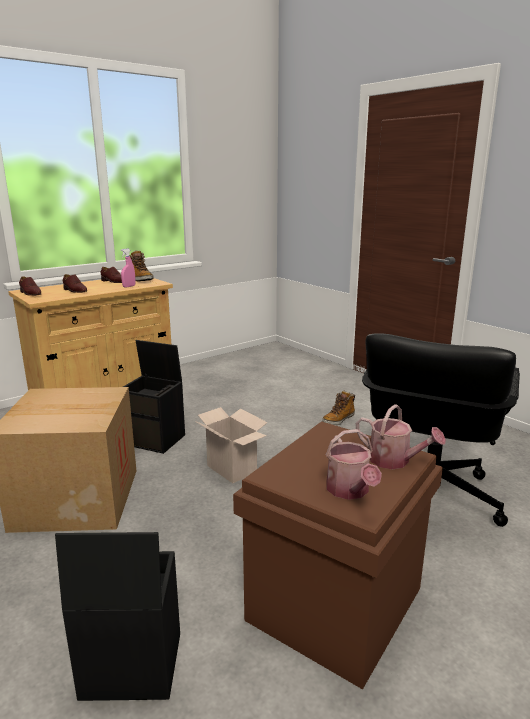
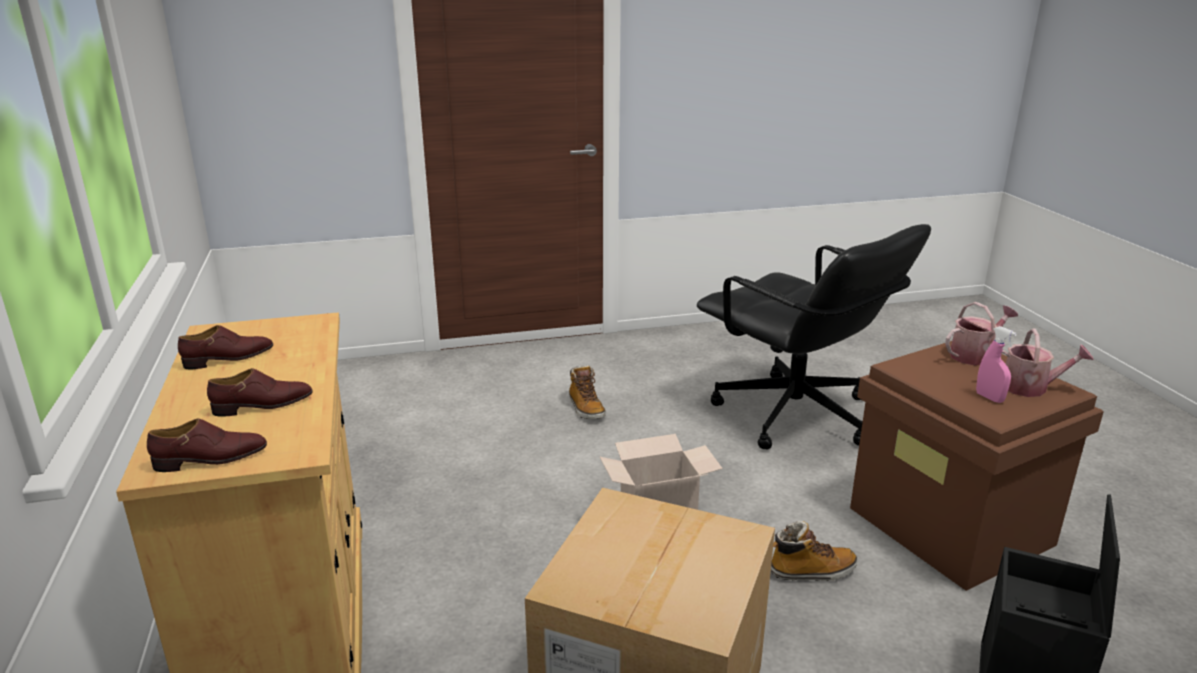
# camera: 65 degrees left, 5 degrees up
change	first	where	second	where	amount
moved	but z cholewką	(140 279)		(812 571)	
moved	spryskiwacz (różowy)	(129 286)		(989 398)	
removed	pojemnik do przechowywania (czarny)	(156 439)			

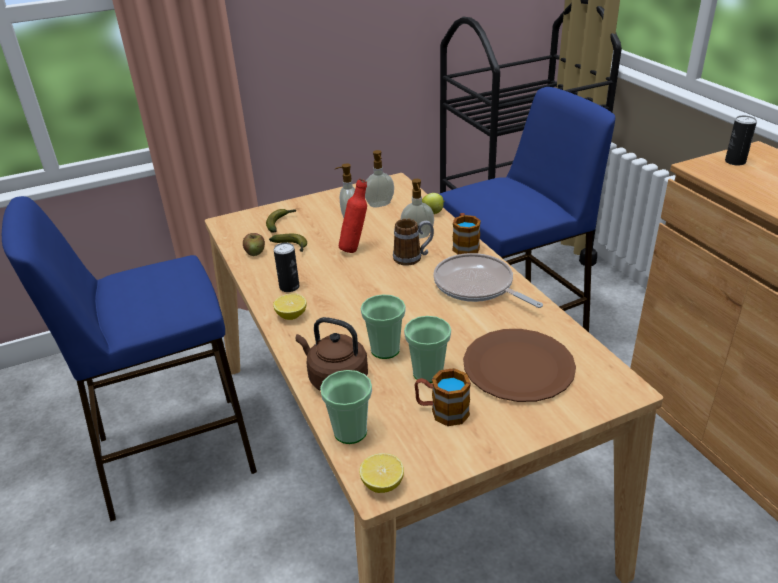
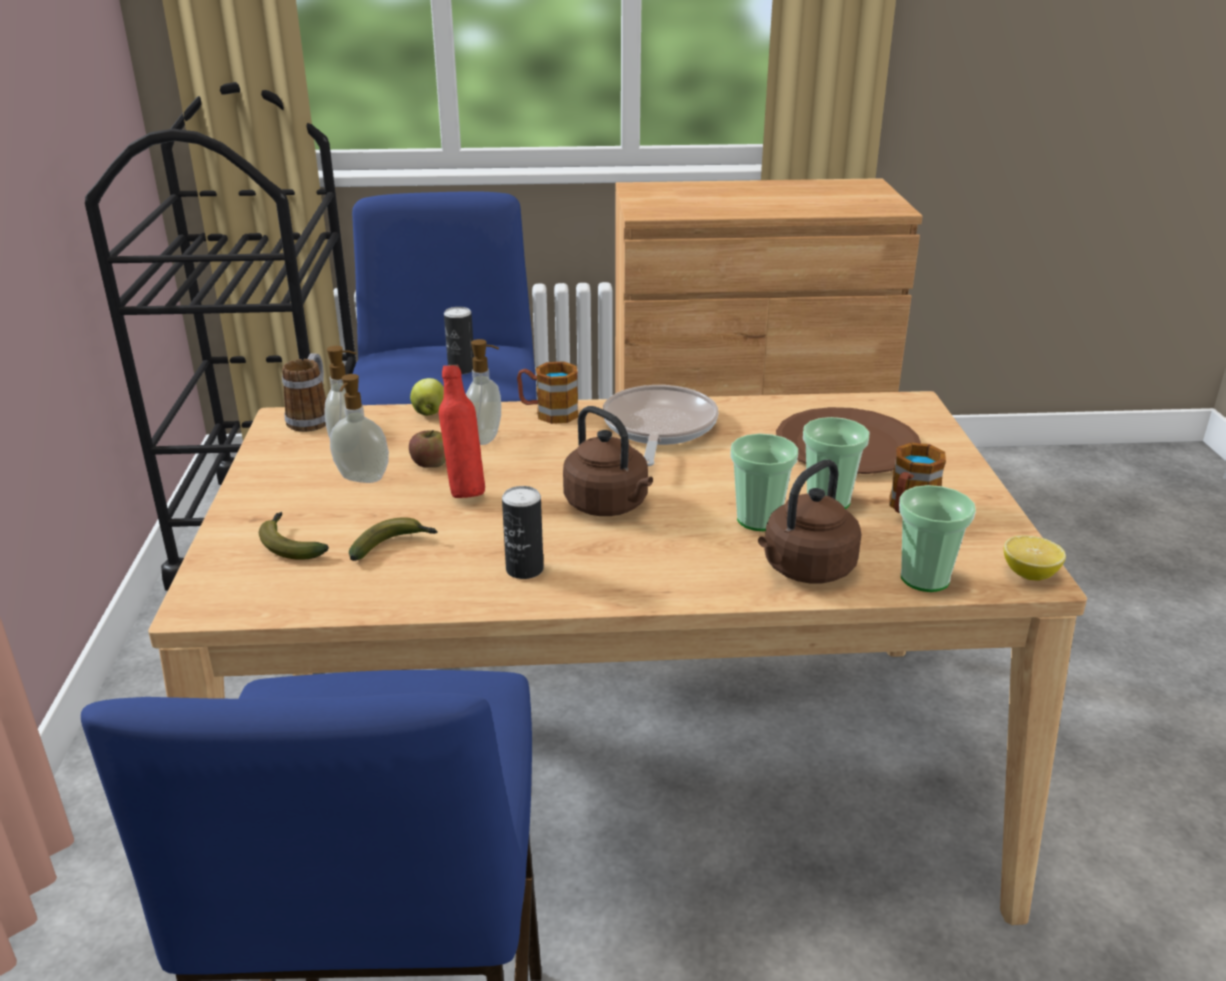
# camera: 70 degrees left, 5 degrees down
change	first	where	second	where	amount
moved	kubek	(413 257)		(312 418)	
moved	jabłko	(255 252)		(431 463)	
moved	puszka	(735 161)		(461 369)	
added			czajnik (brązowy)	(609 506)	
turned	patelnia	(477 286)		(658 428)	120 degrees clockwise
removed	cytryna	(291 315)			

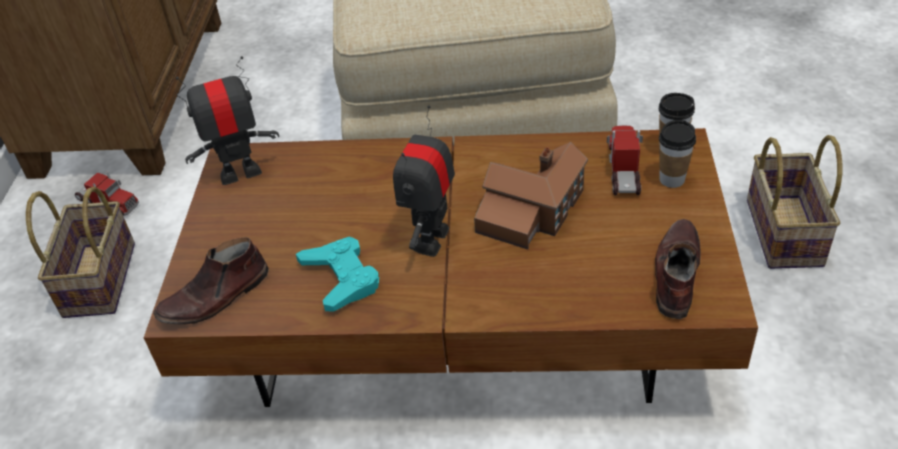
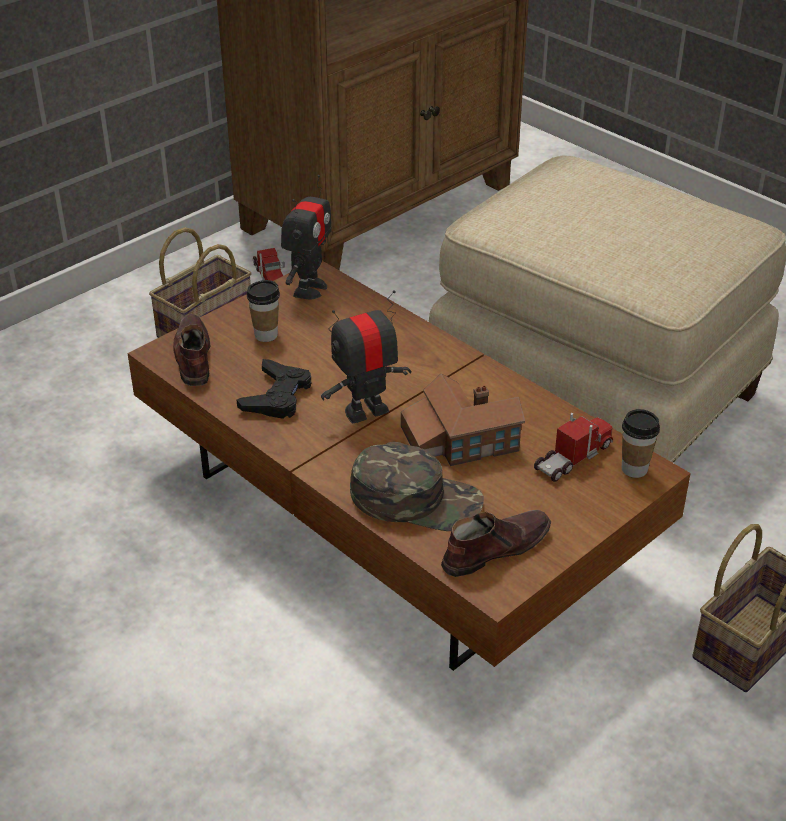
# camera: 40 degrees right, 5 degrees down
change	first	where	second	where	amount
turned	but (brązowy)	(216 297)		(192 357)	75 degrees clockwise
recoloured	pad do gier (turkusowy)	(341 278)	pad do gier (czarny)	(277 396)	
moved	filiżanka	(672 179)		(266 335)	
turned	robot zabawkowy	(240 173)		(309 289)	90 degrees clockwise
added			czapka z daszkiem (zielony)	(416 499)	

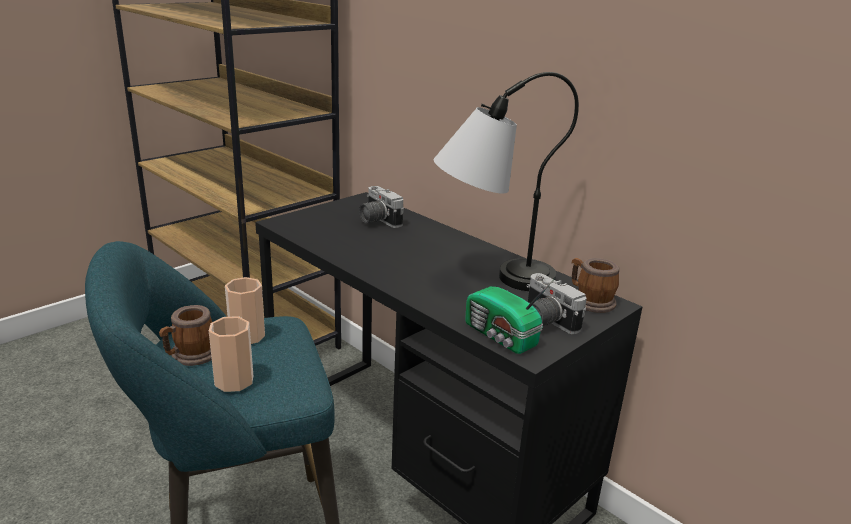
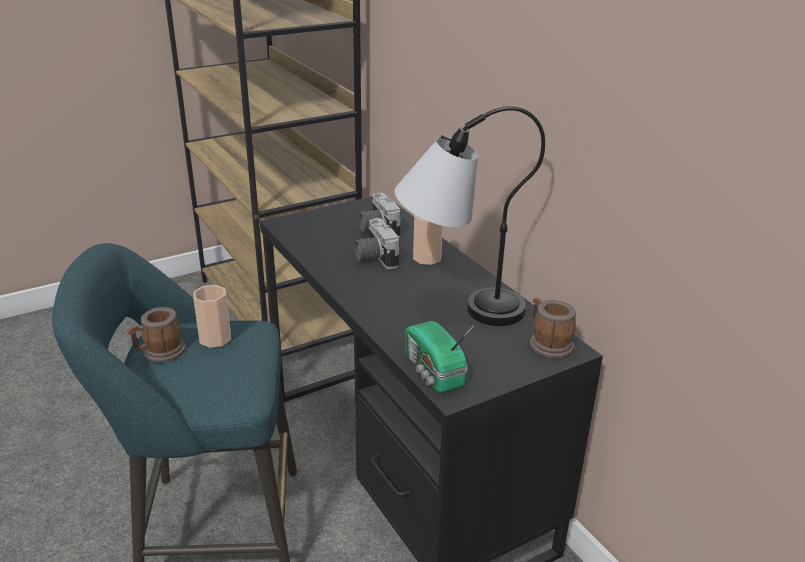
# camera: 15 degrees right, 5 degrees up
change	first	where	second	where	amount
moved	aparat fotograficzny	(544 321)		(373 257)	
moved	filiżanka	(234 381)		(427 258)	

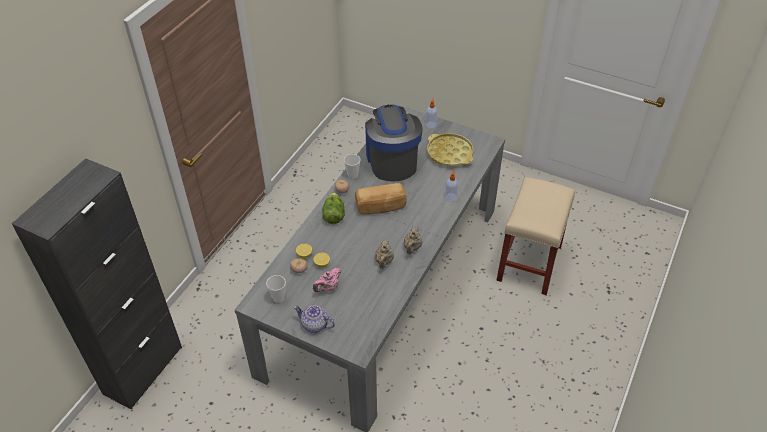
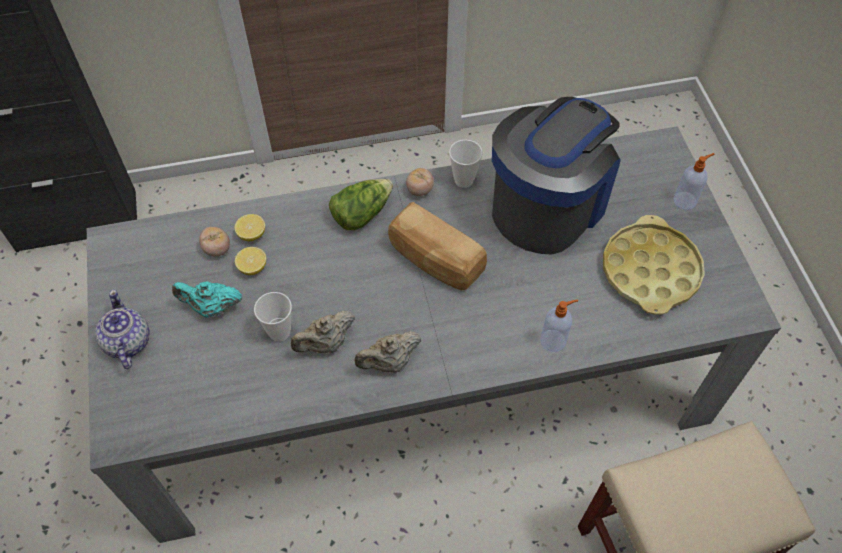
# camera: 50 degrees right, 10 degrees up
change	first	where	second	where	amount
recoloured	imbryk (różowy)	(328 287)	imbryk (turkusowy)	(212 308)	
moved	filiżanka	(278 298)		(279 332)	

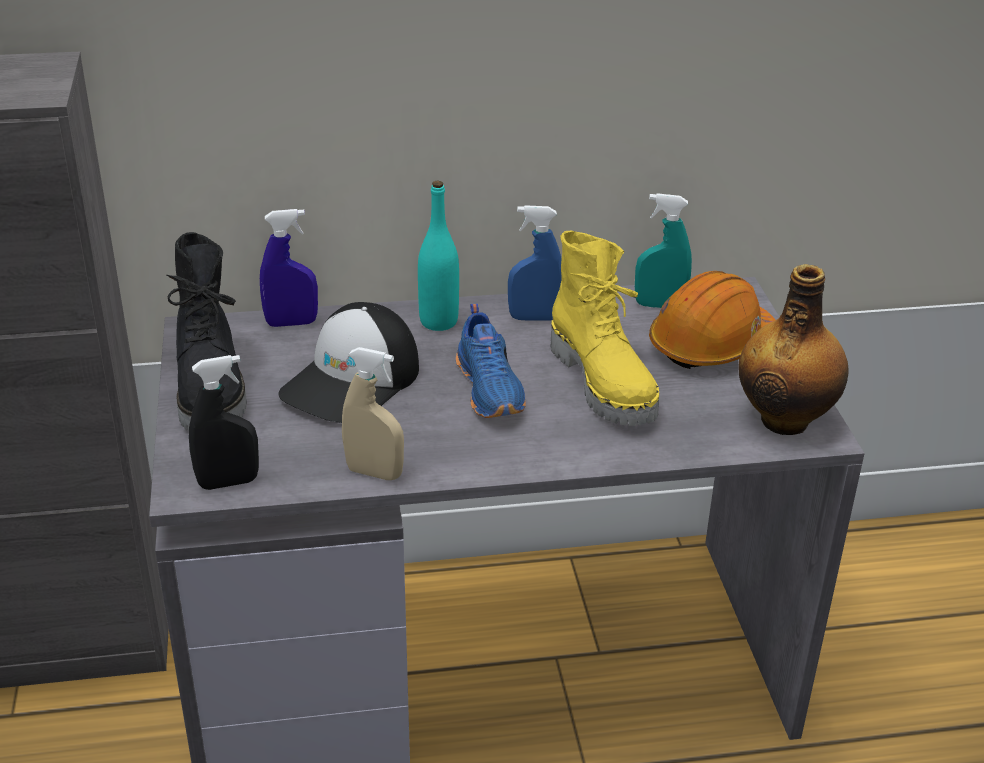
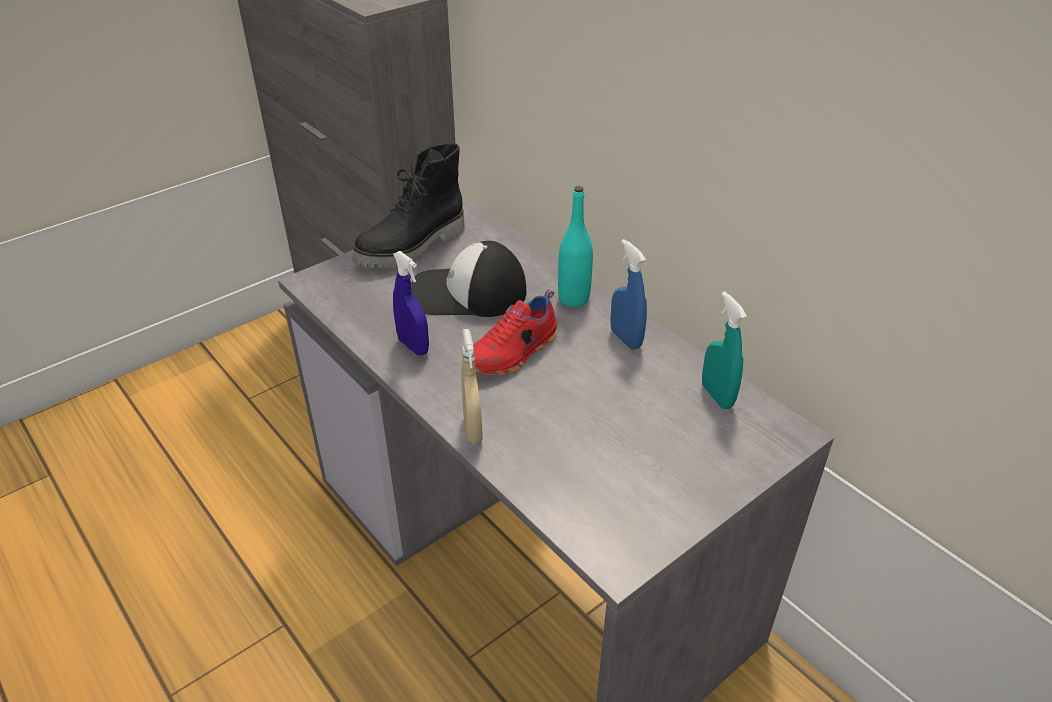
# camera: 60 degrees right, 5 degrees up
change	first	where	second	where	amount
moved	spryskiwacz (niebieski)	(291 323)		(413 346)	
moved	spryskiwacz (beżowy)	(374 472)		(473 430)	
recoloured	but (niebieski)	(491 389)	but (czerwony)	(514 353)	
removed	spryskiwacz (czarny)	(228 482)			
removed	but z cholewką (żółty)	(604 383)			
removed	kask (pomarańczowy)	(710 344)			
removed	butelka	(785 419)			

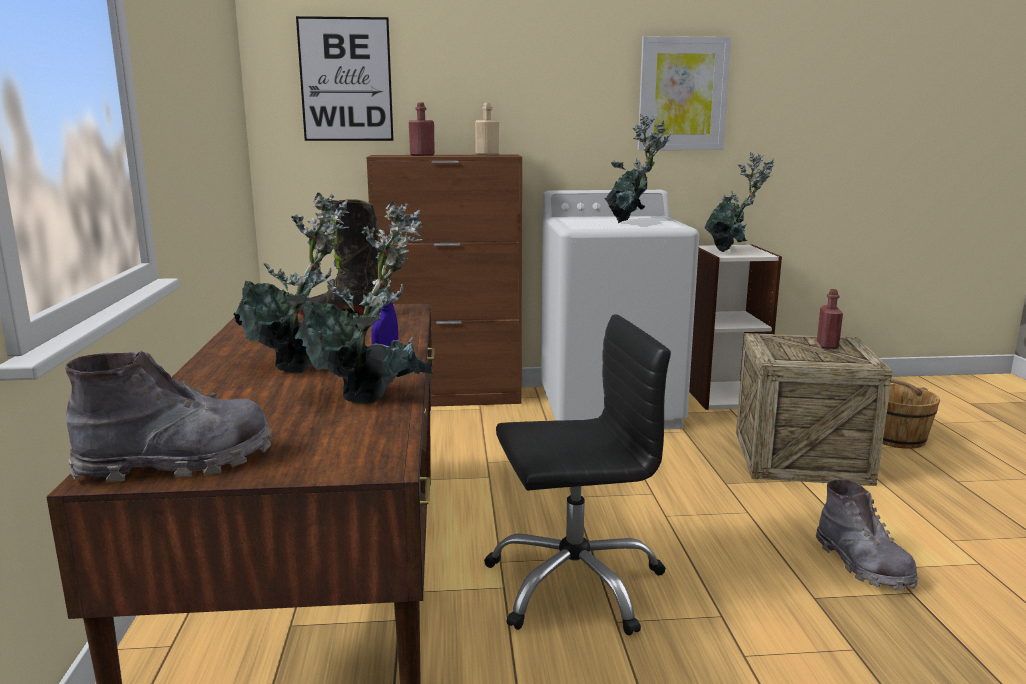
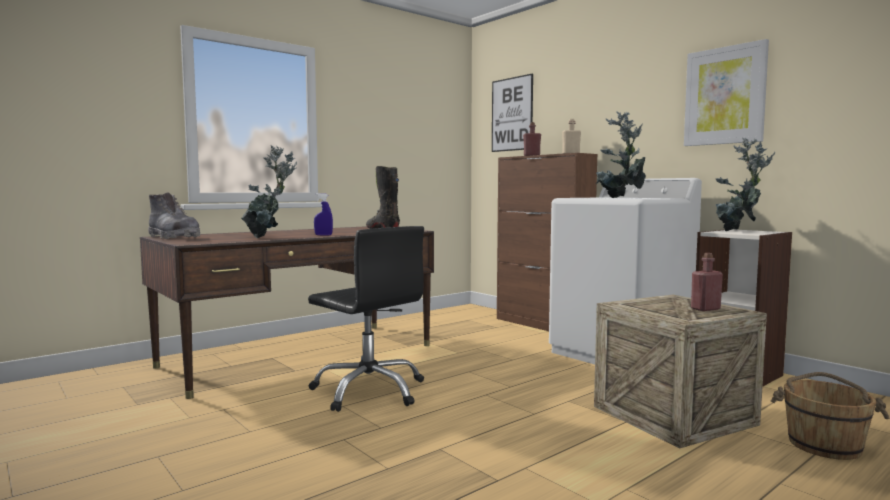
# camera: 55 degrees right, 10 degrees down
change	first	where	second	where	amount
removed	roślina doniczkowa	(302 366)			
removed	but z cholewką (szary)	(862 564)			

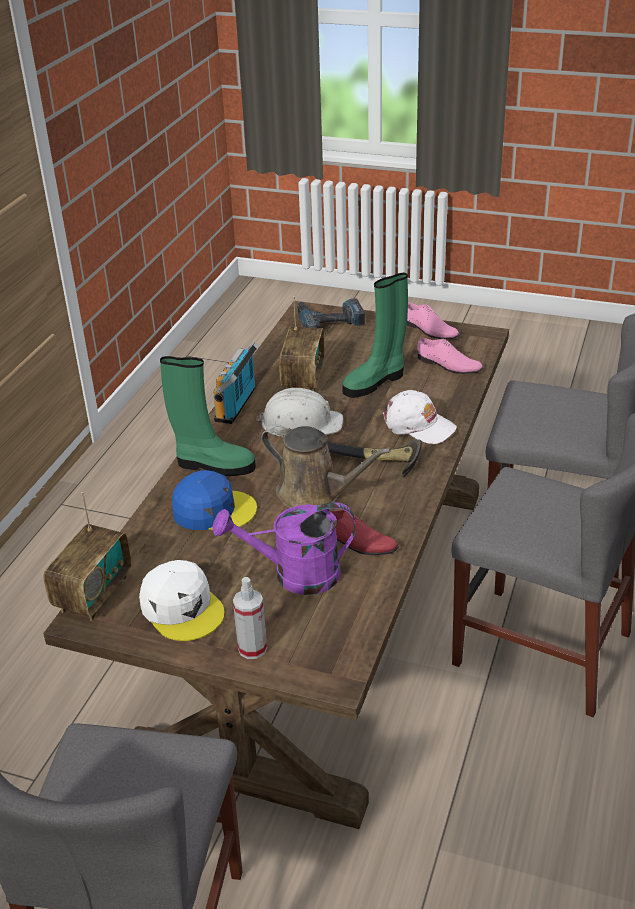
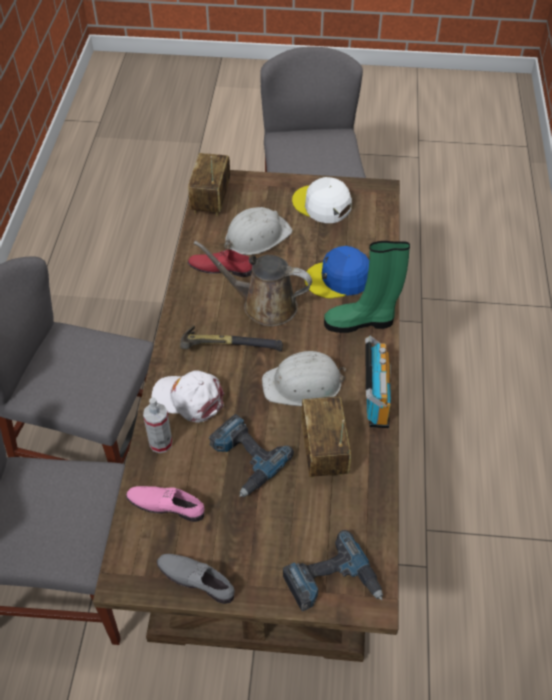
# camera: 165 degrees right, 15 degrees up
change	first	where	second	where	amount
moved	spryskiwacz	(252 648)		(161 443)	
recoloured	but (różowy)	(429 330)	but (szary)	(196 578)	
moved	radio	(93 594)		(211 200)	
replaced	but z cholewką (zielony)	(375 382)	wiertarka	(244 460)	
replaced	konewka (fioletowy)	(295 575)	kask (biały)	(256 236)	

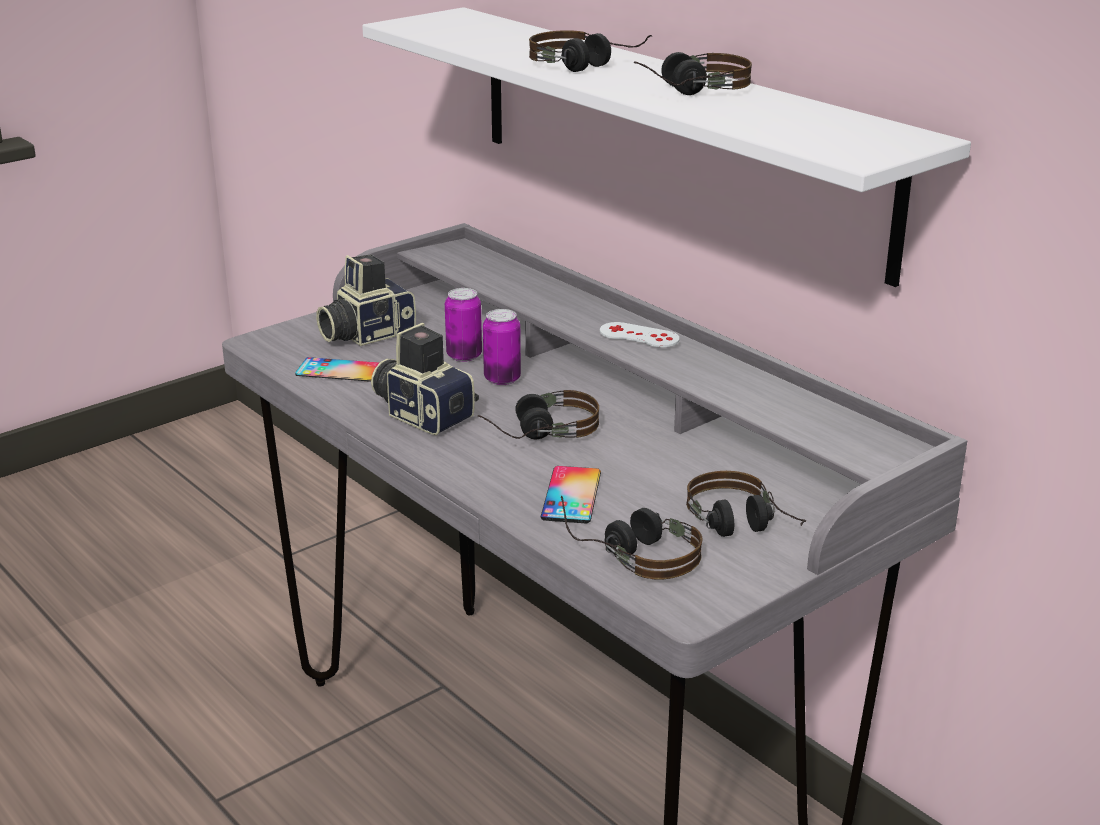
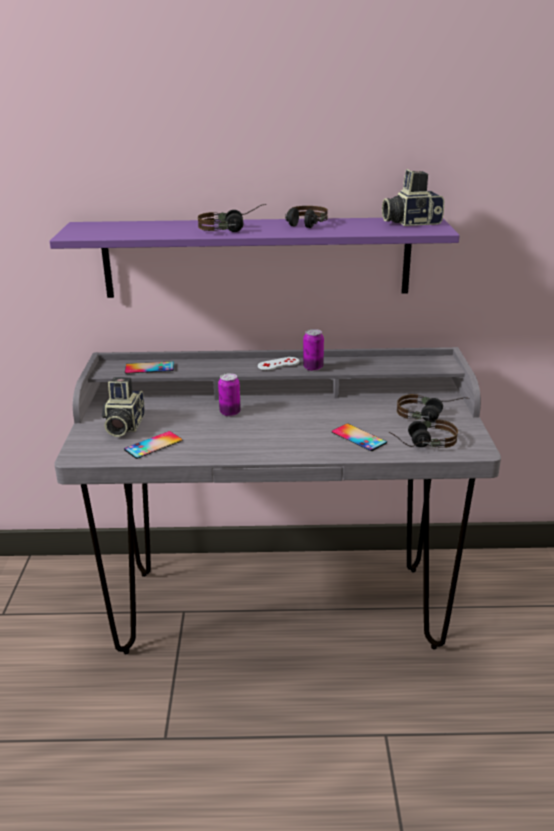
# camera: 50 degrees left, 0 degrees up
change	first	where	second	where	amount
recoloured	półka (biały)	(673 134)	półka (fioletowy)	(256 257)	
added			telefon	(149 368)	
moved	puszka	(464 356)		(313 368)	
moved	aparat fotograficzny	(424 413)		(410 222)	
removed	słuchawki	(537 433)			

